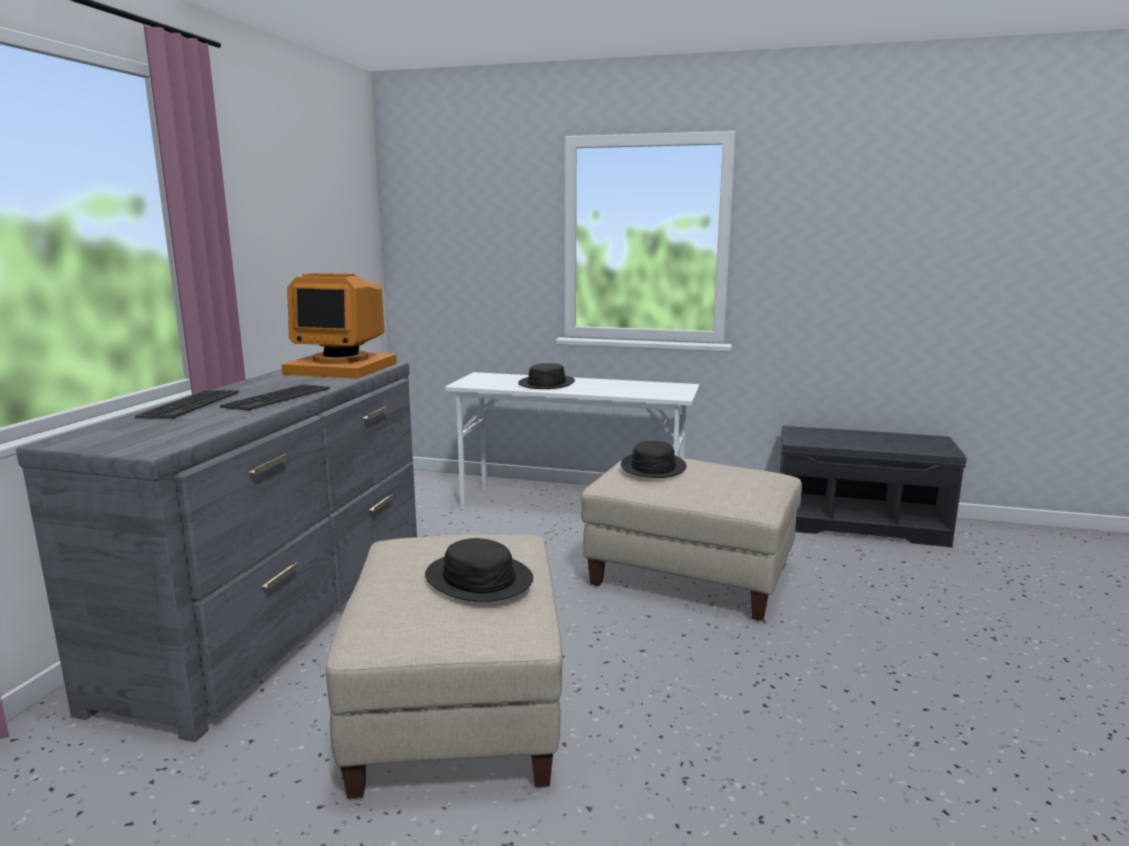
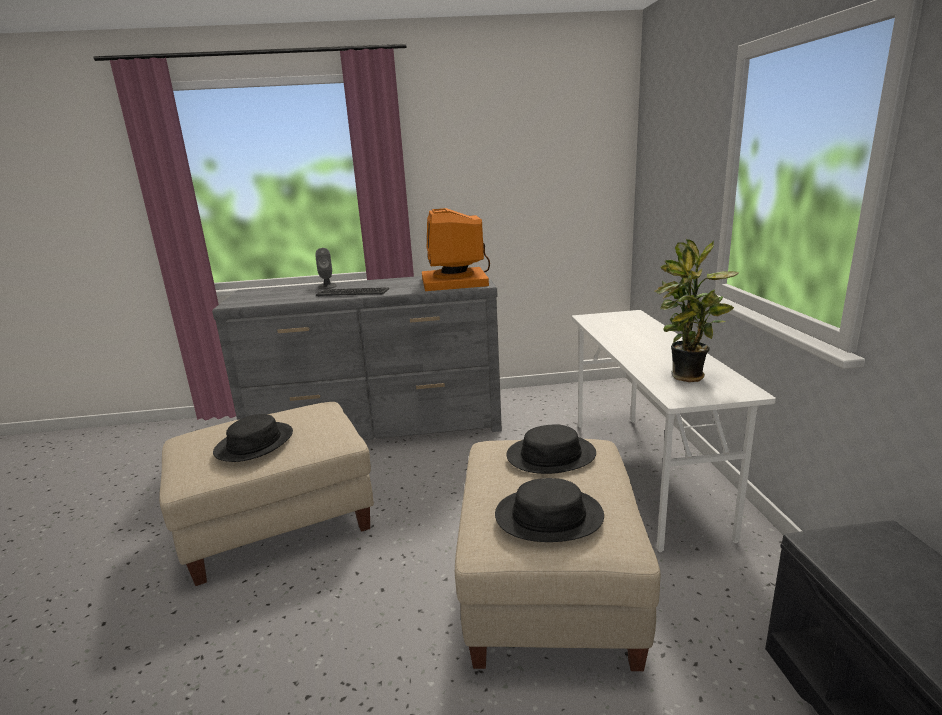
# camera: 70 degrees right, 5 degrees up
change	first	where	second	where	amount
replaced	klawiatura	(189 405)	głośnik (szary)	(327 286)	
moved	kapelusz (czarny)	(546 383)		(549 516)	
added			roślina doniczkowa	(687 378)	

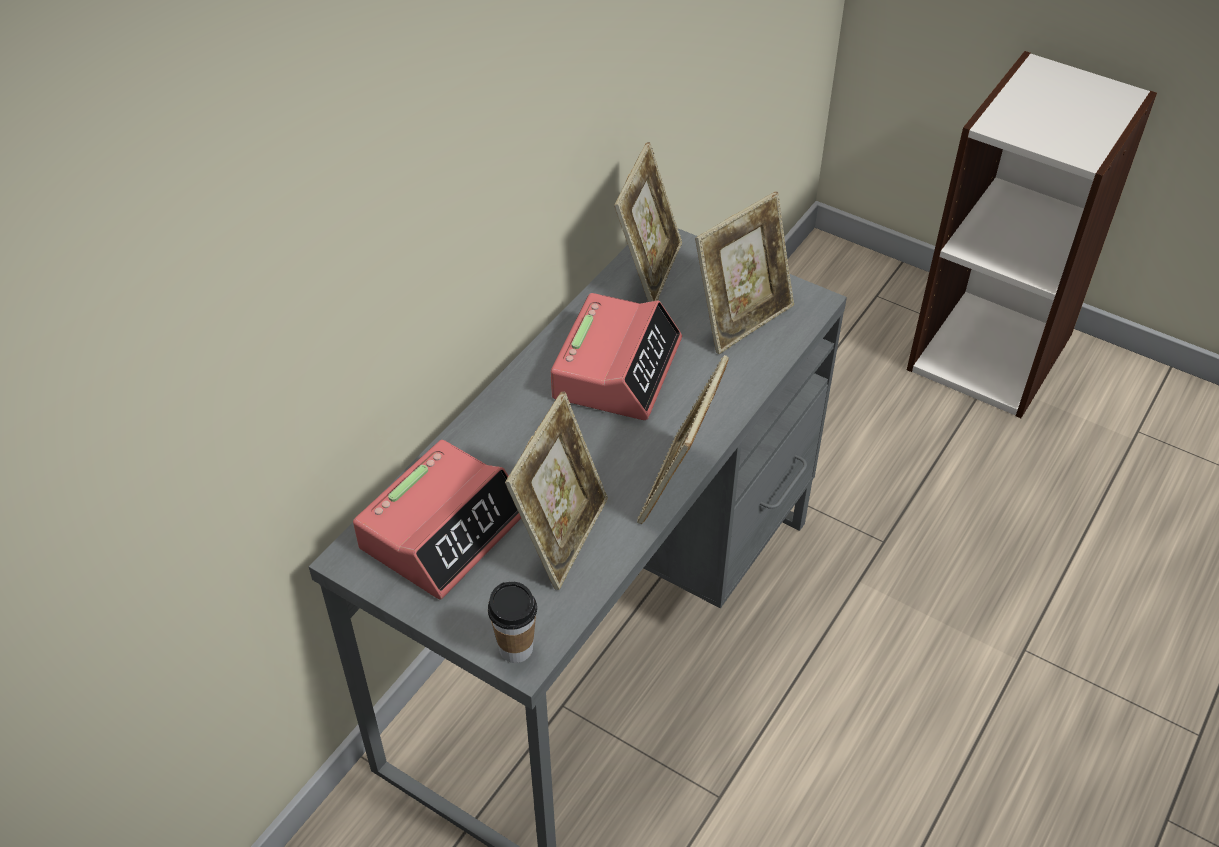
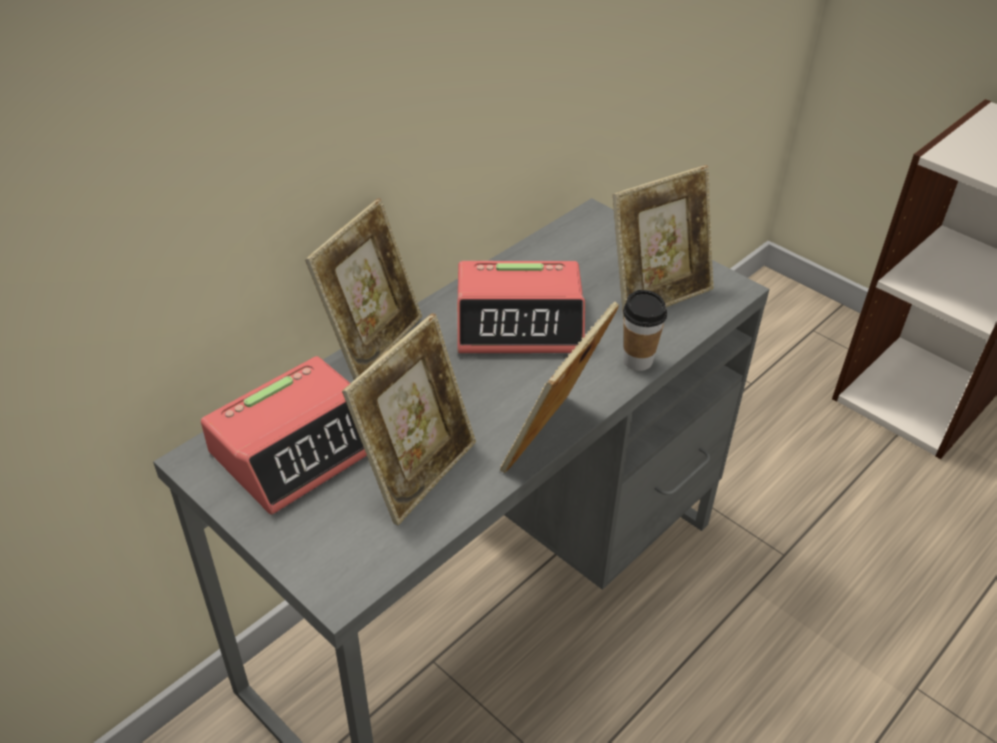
# camera: 10 degrees right, 5 degrees down
change	first	where	second	where	amount
moved	ramka na zdjęcie	(648 270)		(372 342)	
turned	budzik	(617 369)		(520 322)	60 degrees clockwise
moved	filiżanka	(516 648)		(637 361)	

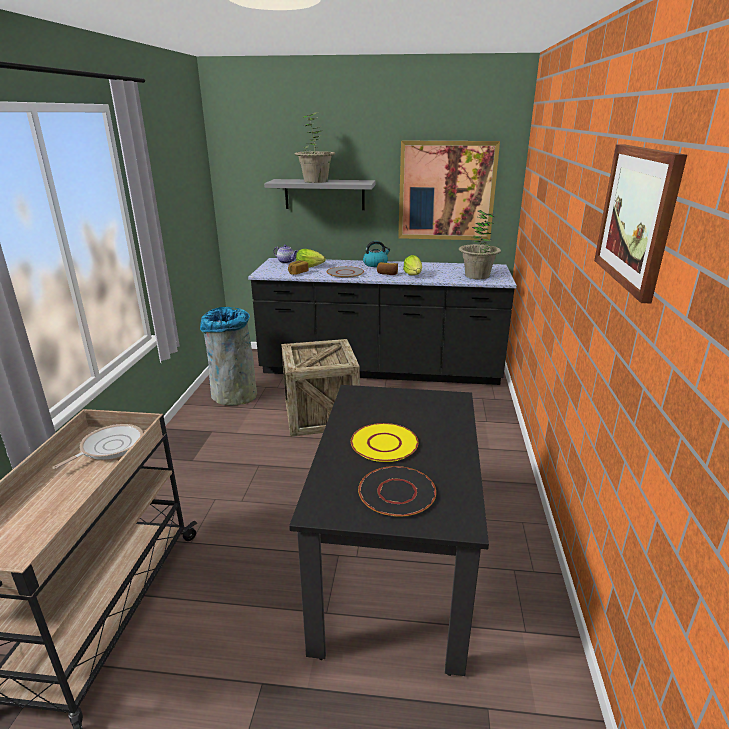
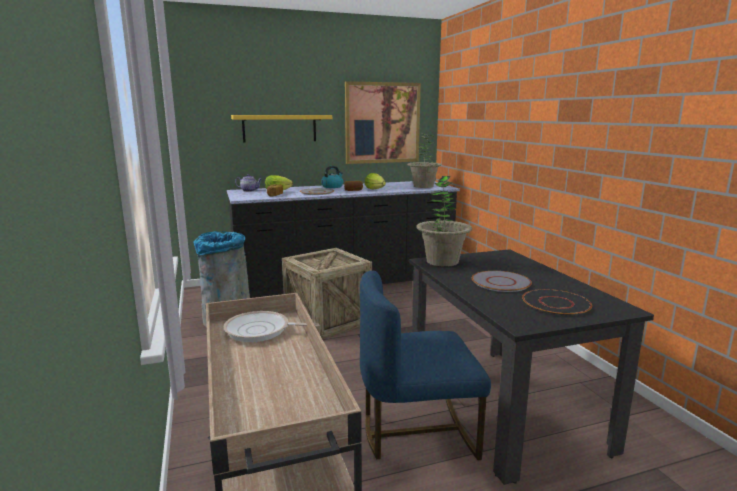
# camera: 25 degrees left, 10 degrees down
change	first	where	second	where	amount
turned	patelnia	(109 447)		(261 331)	90 degrees counterclockwise
recoloured	półka (szary)	(324 194)	półka (żółty)	(279 128)	
added			krzesło (niebieski)	(417 432)	
moved	roślina doniczkowa	(315 181)		(442 261)	
recoloured	talerz (żółty)	(384 443)	talerz (szary)	(501 282)	
removed	obraz	(637 217)			

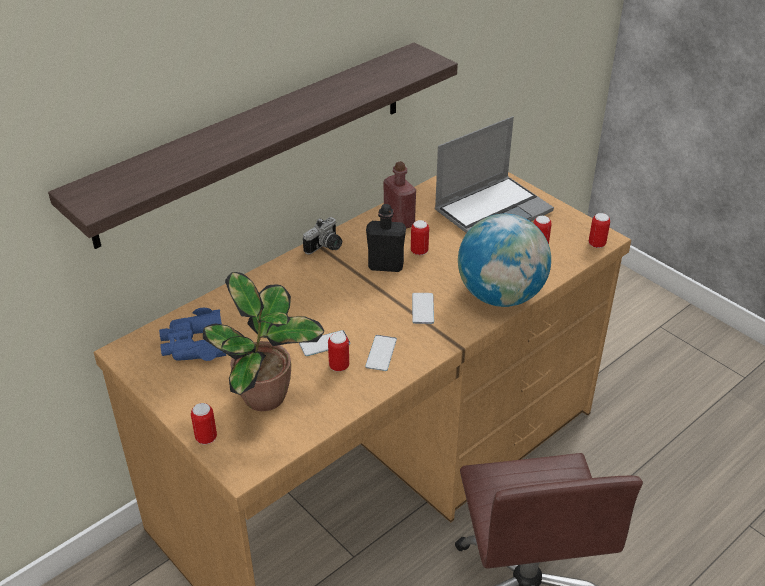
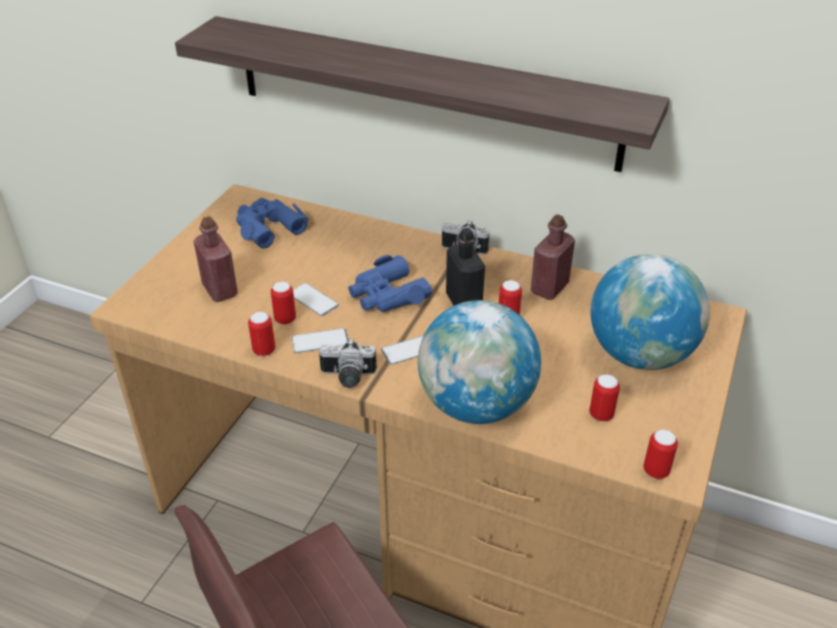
# camera: 65 degrees right, 0 degrees up
change	first	where	second	where	amount
replaced	roślina doniczkowa	(267 397)	butelka (czerwony)	(220 290)	
moved	puszka	(206 438)		(264 350)	
added			aparat fotograficzny	(347 377)	
added			lornetka (niebieski)	(387 295)	
replaced	laptop	(493 210)	globus	(639 354)	

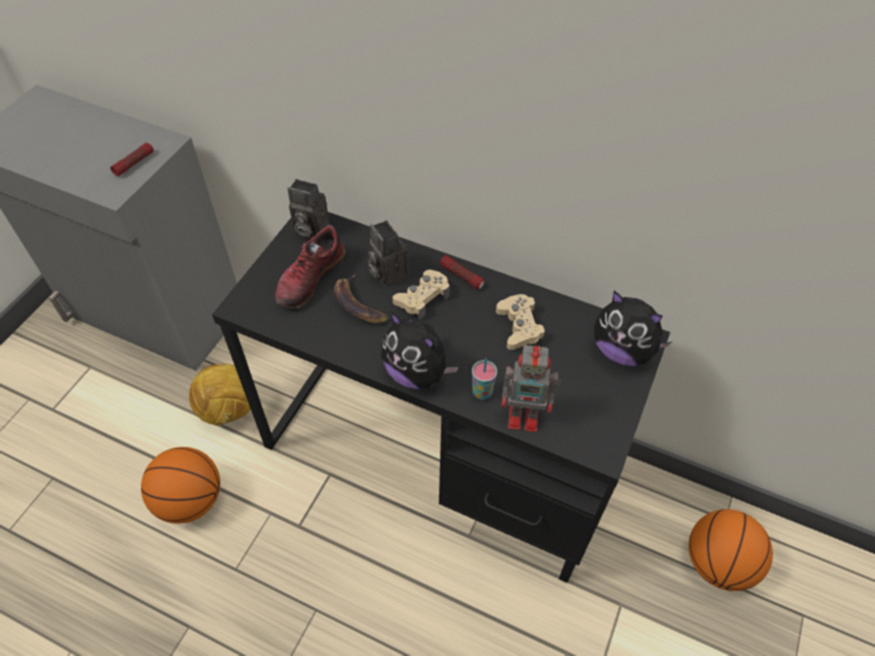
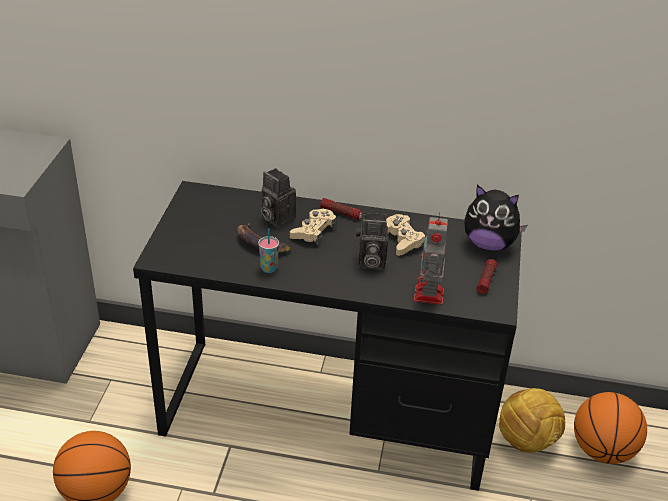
# camera: 15 degrees left, 15 degrees down
change	first	where	second	where	amount
moved	filiżanka	(482 392)		(269 268)	
moved	aparat fotograficzny	(309 229)		(370 262)	
turned	robot zabawkowy	(525 416)		(428 296)	105 degrees clockwise
moved	latarka	(134 163)		(486 280)	
moved	piłka futbolowa	(229 410)		(527 441)	
removed	but	(309 277)			
removed	pluszak	(417 372)			

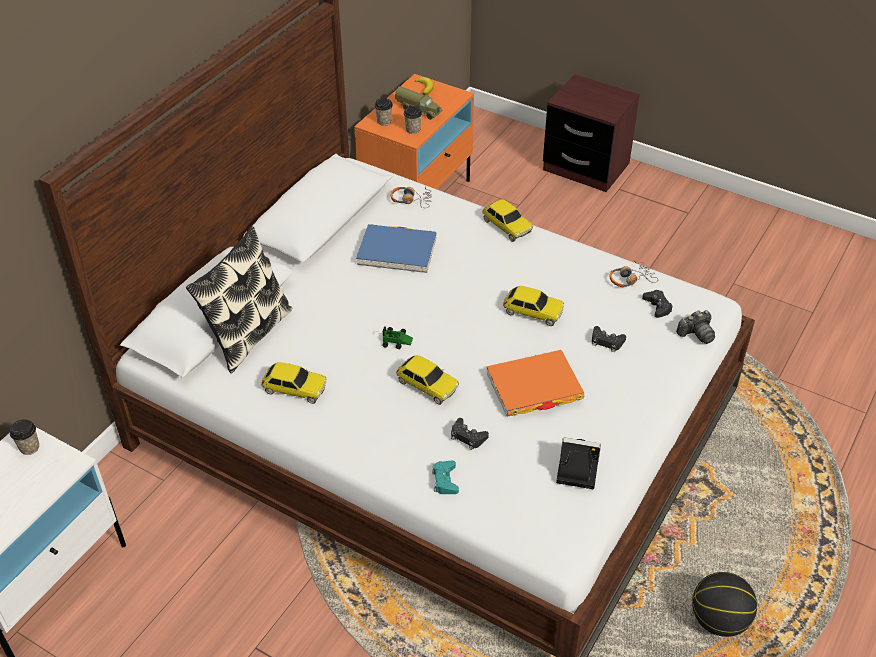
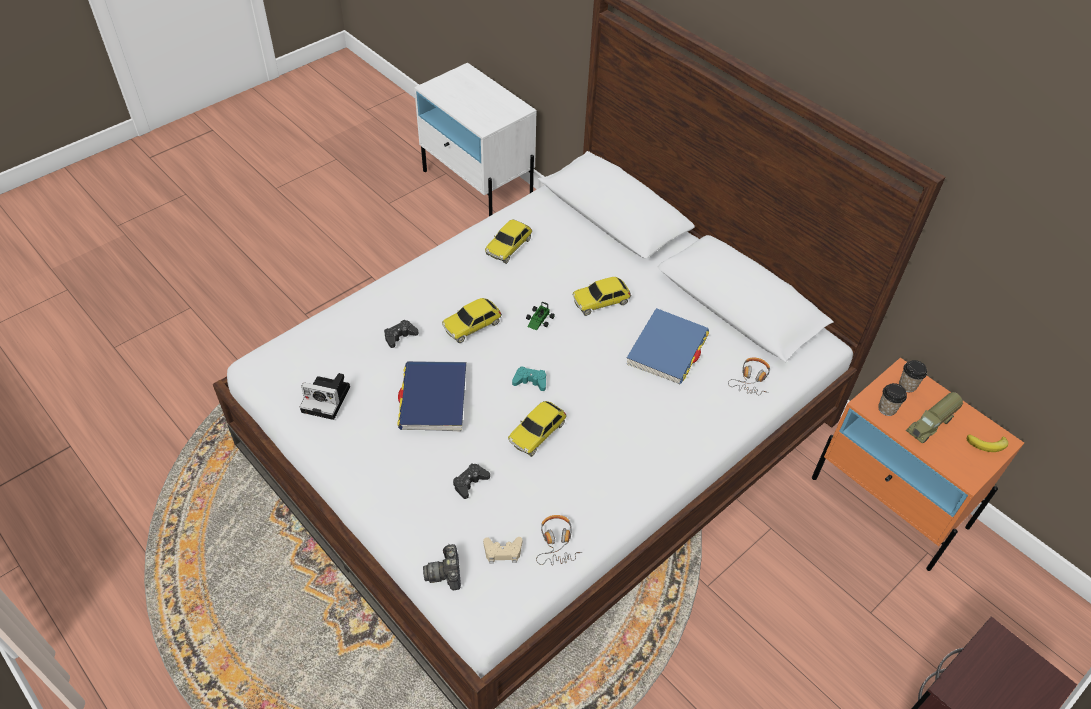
# camera: 105 degrees right, 5 degrees up
change	first	where	second	where	amount
turned	aparat fotograficzny	(575 468)		(328 399)	75 degrees clockwise
recoloured	książka (pomarańczowy)	(534 387)	książka (niebieski)	(433 399)	
recoloured	pad do gier (czarny)	(657 306)	pad do gier (beżowy)	(503 552)	
moved	pad do gier (turkusowy)	(445 480)		(530 381)	
moved	samochodzik	(506 226)		(601 301)	
removed	filiżanka	(29 447)			
removed	poduszka	(248 334)			
removed	piłka do koszykówki	(719 620)			

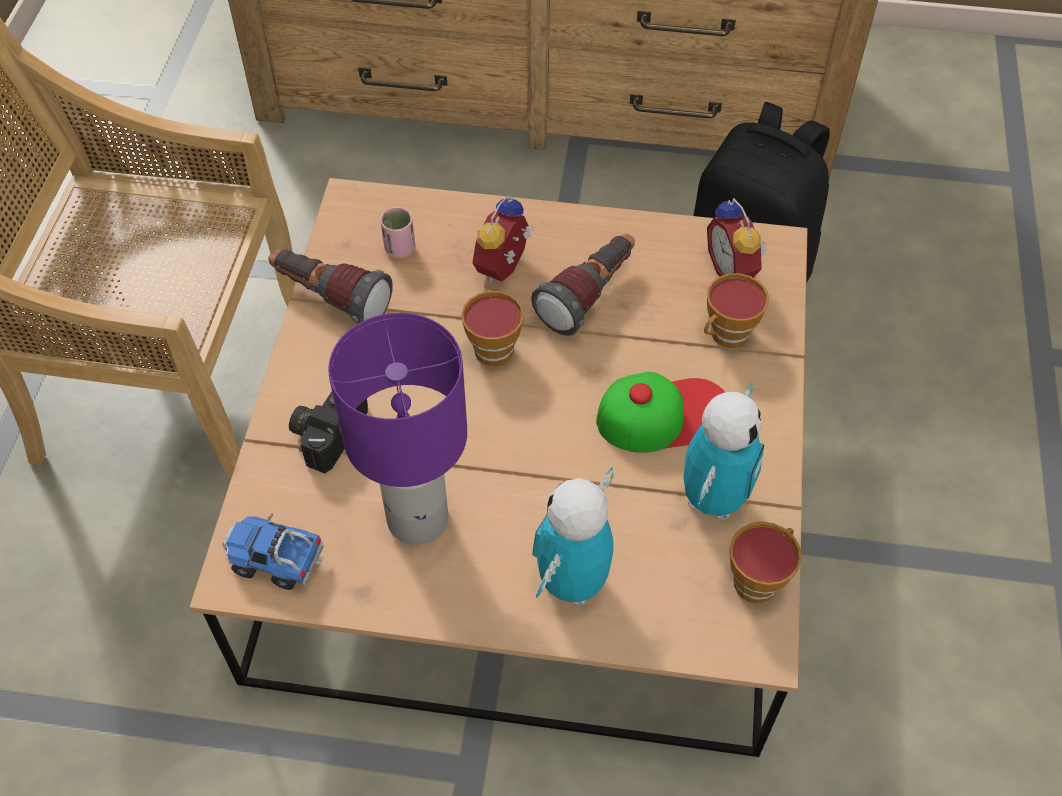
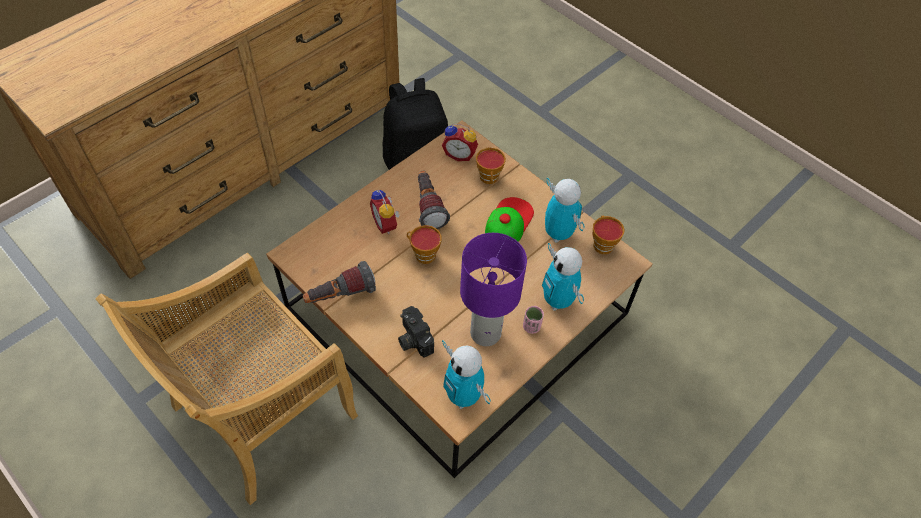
# camera: 55 degrees left, 0 degrees up
change	first	where	second	where	amount
replaced	ciężarówka zabawkowa	(276 561)	robot zabawkowy	(463 396)	
moved	filiżanka (różowy)	(400 249)		(531 327)	

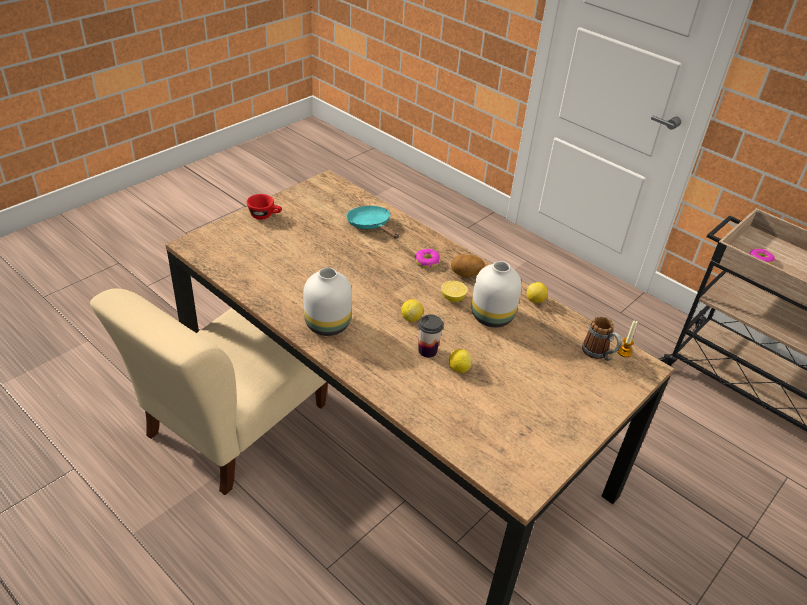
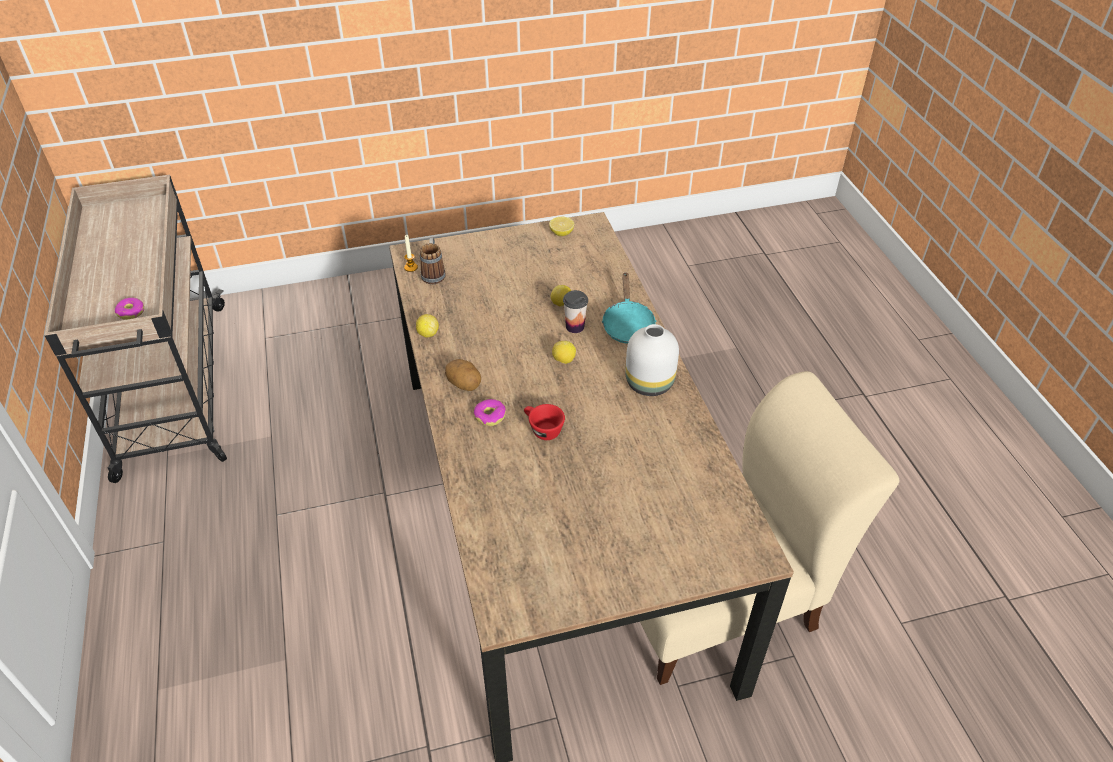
# camera: 145 degrees left, 5 degrees up
change	first	where	second	where	amount
moved	filiżanka (czerwony)	(265 215)		(542 430)	
moved	cytryna	(453 298)		(561 233)	
moved	patelnia (turkusowy)	(371 225)		(627 324)	
removed	wazon (biały)	(493 317)			

